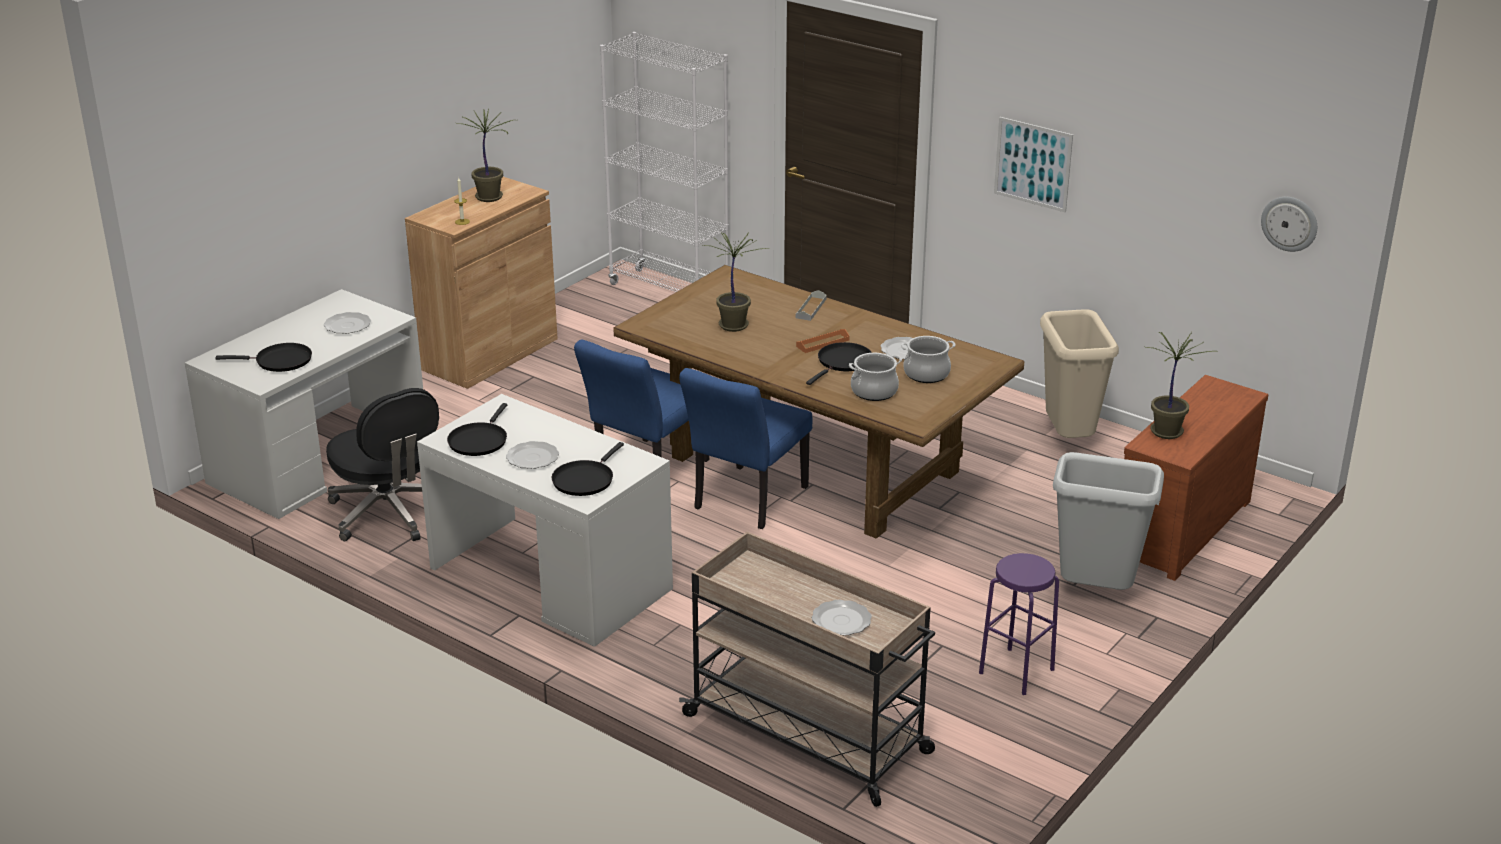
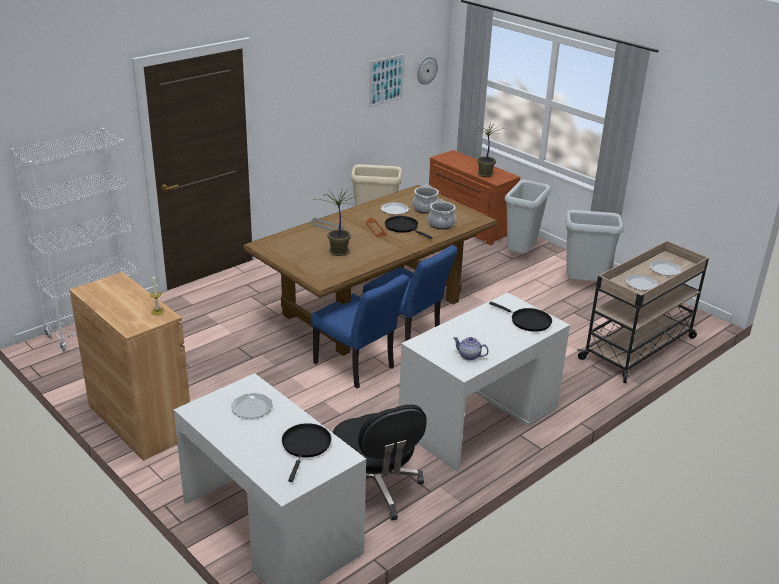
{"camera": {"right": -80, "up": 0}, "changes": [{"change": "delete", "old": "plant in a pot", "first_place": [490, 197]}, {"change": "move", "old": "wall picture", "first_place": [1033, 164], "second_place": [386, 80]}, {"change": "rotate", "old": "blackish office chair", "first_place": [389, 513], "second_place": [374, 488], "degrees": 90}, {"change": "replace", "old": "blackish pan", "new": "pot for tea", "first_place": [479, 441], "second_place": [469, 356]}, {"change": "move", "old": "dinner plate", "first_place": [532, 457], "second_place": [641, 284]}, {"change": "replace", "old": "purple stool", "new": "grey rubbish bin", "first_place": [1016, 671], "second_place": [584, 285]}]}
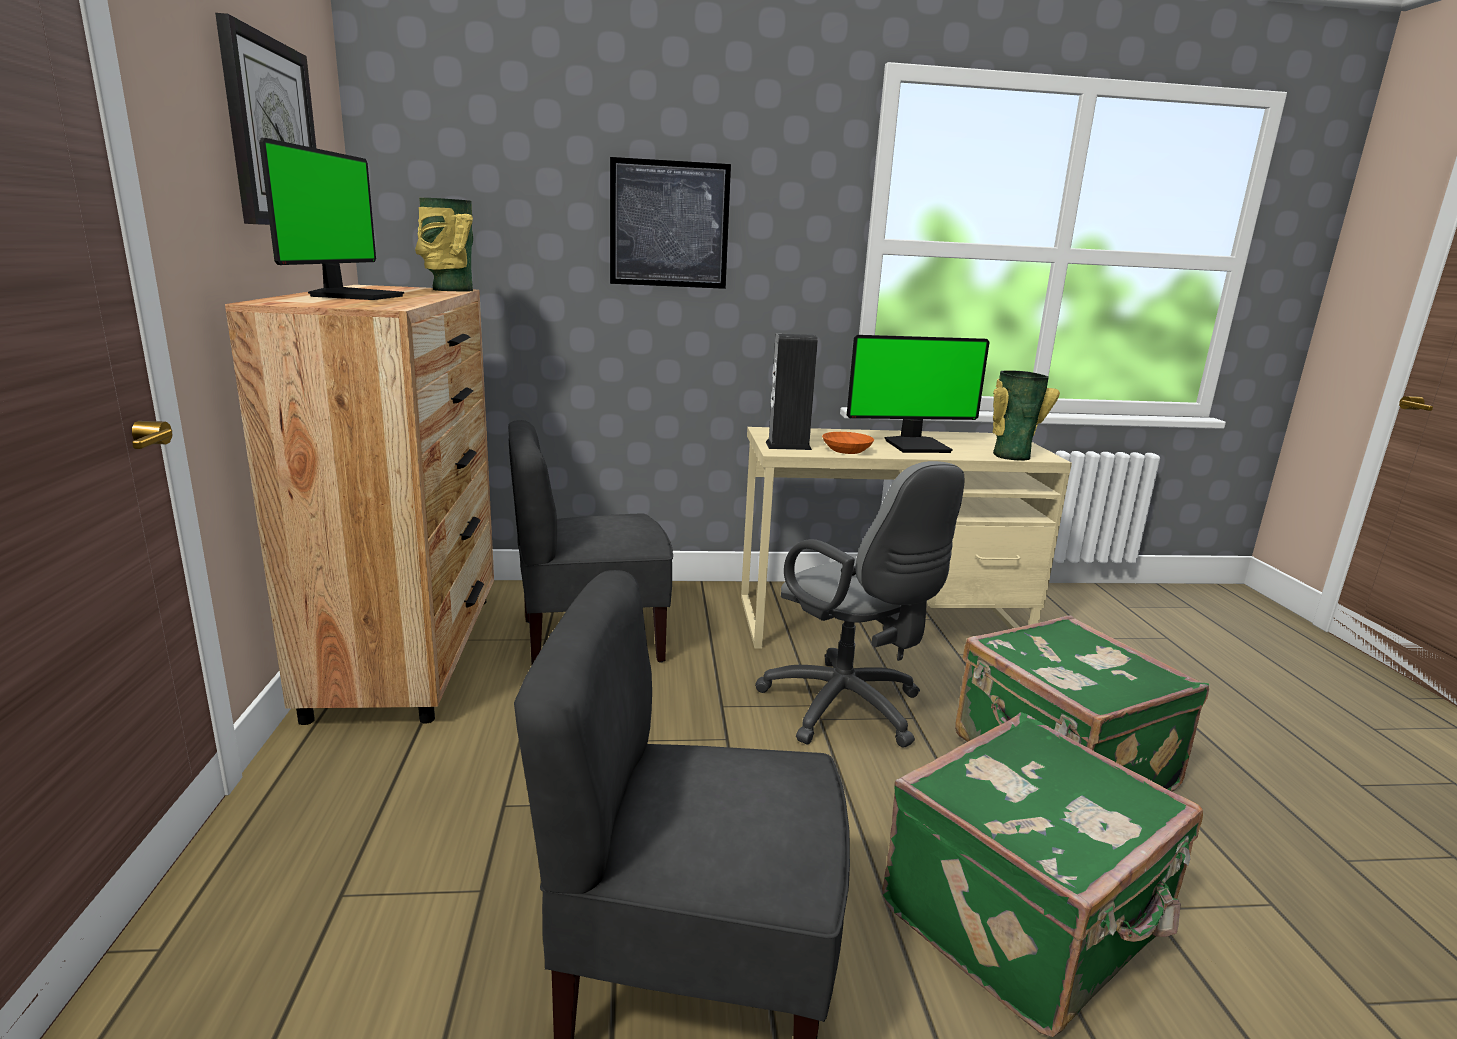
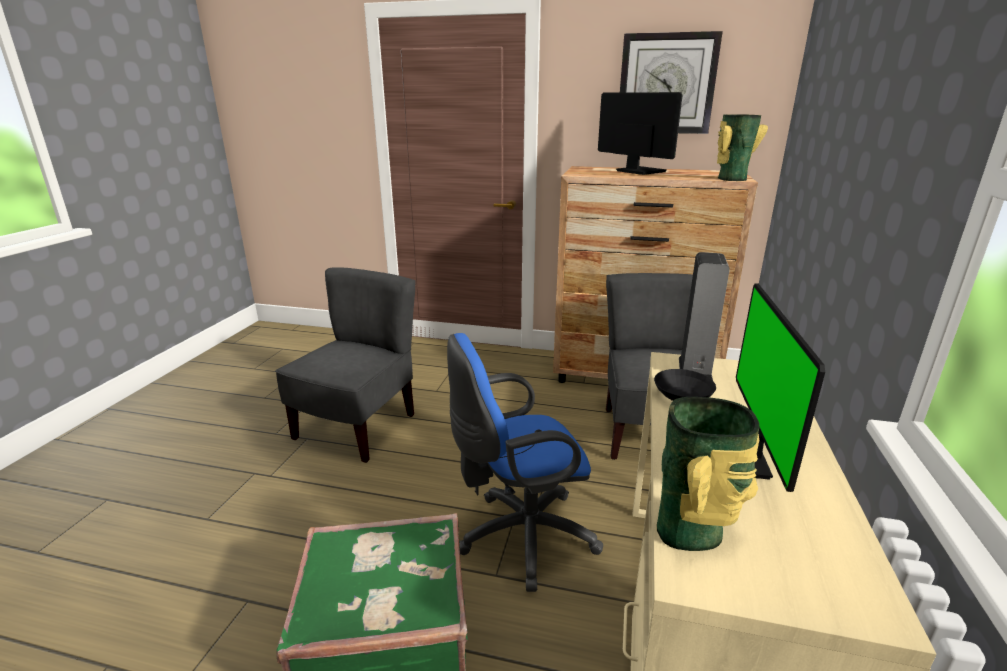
{"camera": {"right": 110, "up": 5}, "changes": [{"change": "rotate", "old": "monitor", "first_place": [354, 296], "second_place": [638, 171], "degrees": -150}, {"change": "delete", "old": "wall picture", "first_place": [669, 224]}, {"change": "recolor", "old": "orange-coloured bowl", "new": "blackish bowl", "first_place": [845, 450], "second_place": [683, 395]}, {"change": "recolor", "old": "grey office chair", "new": "blue office chair", "first_place": [848, 710], "second_place": [520, 537]}, {"change": "delete", "old": "green suitcase", "first_place": [1027, 921]}]}
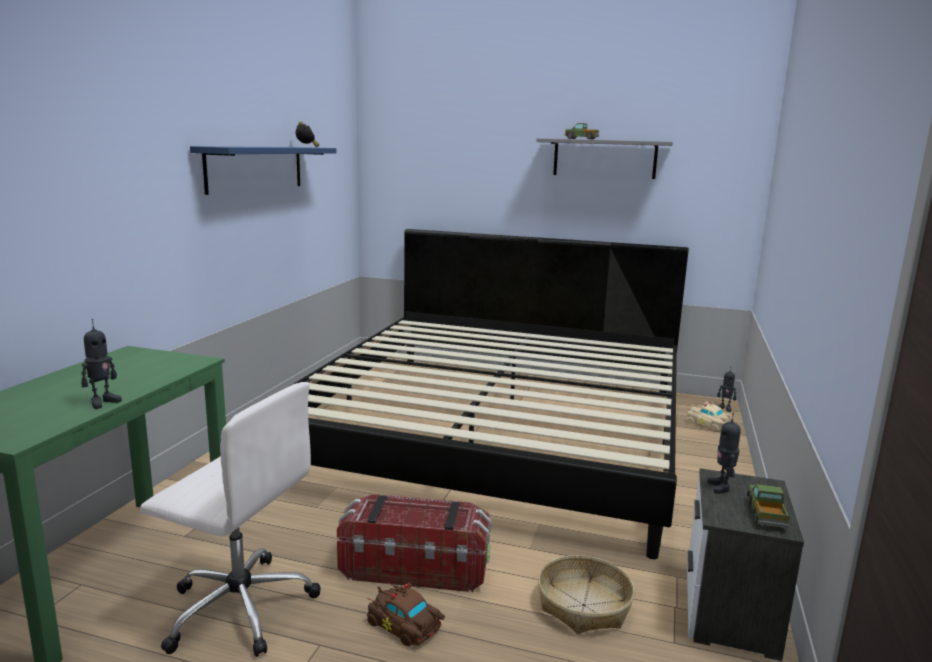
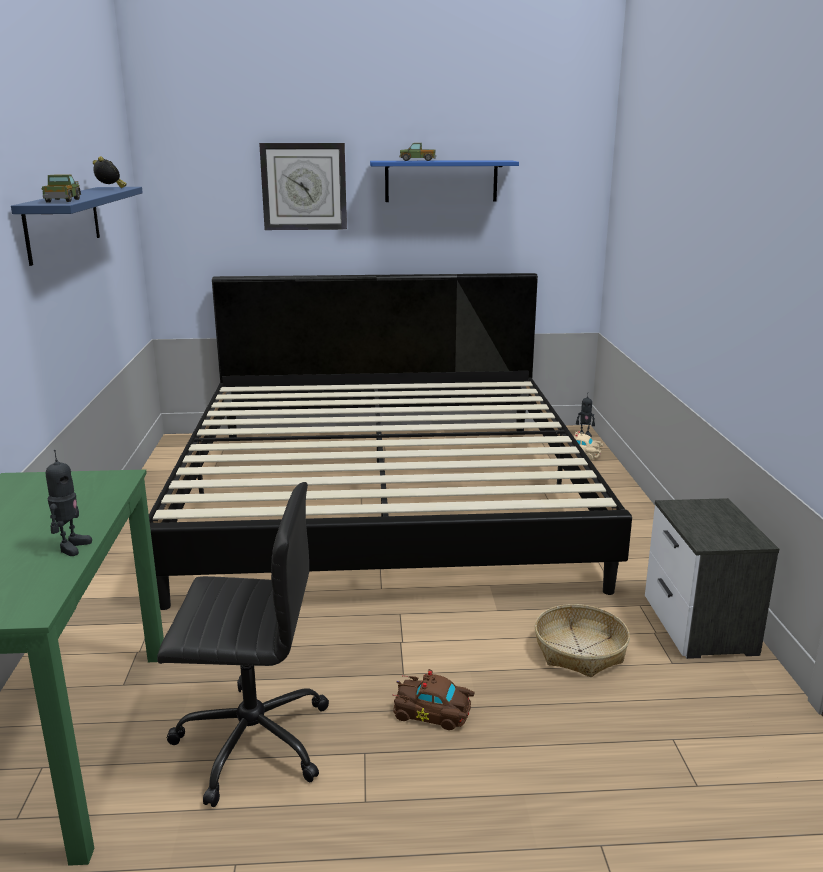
{"camera": {"right": -20, "up": 5}, "changes": [{"change": "recolor", "old": "grey bracket shelf", "new": "blue bracket shelf", "first_place": [604, 158], "second_place": [441, 181]}, {"change": "recolor", "old": "white office chair", "new": "blackish office chair", "first_place": [238, 607], "second_place": [250, 741]}, {"change": "delete", "old": "model robot", "first_place": [721, 487]}, {"change": "move", "old": "toy truck", "first_place": [766, 515], "second_place": [63, 201]}, {"change": "delete", "old": "storage bin", "first_place": [415, 567]}, {"change": "insert", "new": "clock on the wall", "second_place": [304, 186]}]}
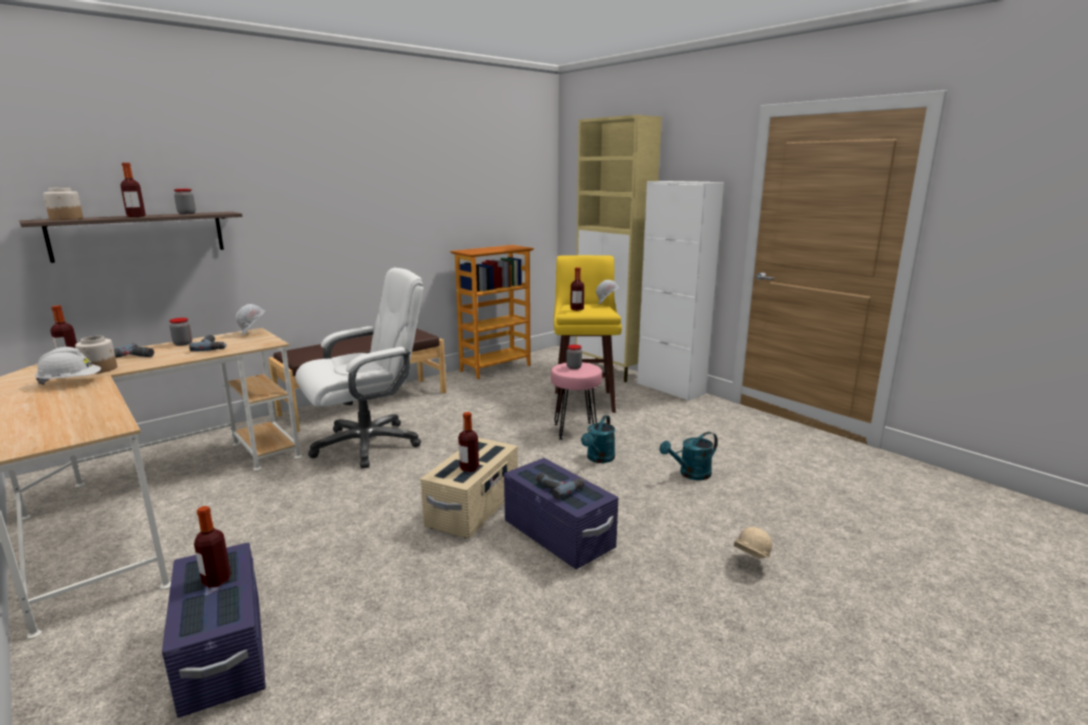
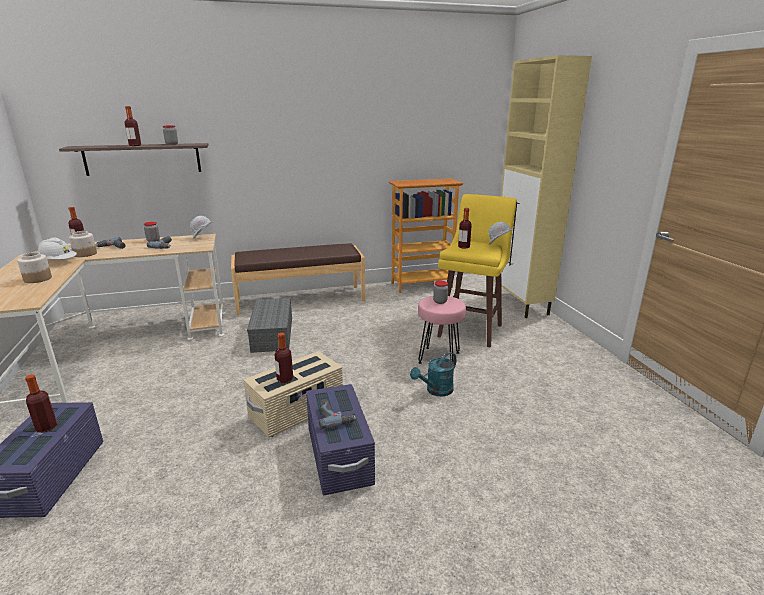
{"camera": {"right": 25, "up": 5}, "changes": [{"change": "delete", "old": "white cabinet", "first_place": [670, 388]}, {"change": "move", "old": "storage jar", "first_place": [66, 219], "second_place": [37, 279]}, {"change": "replace", "old": "white office chair", "new": "grey storage bin", "first_place": [368, 444], "second_place": [273, 334]}, {"change": "delete", "old": "turquoise-coloured watering can", "first_place": [690, 474]}, {"change": "delete", "old": "sand-coloured hard hat", "first_place": [749, 564]}]}
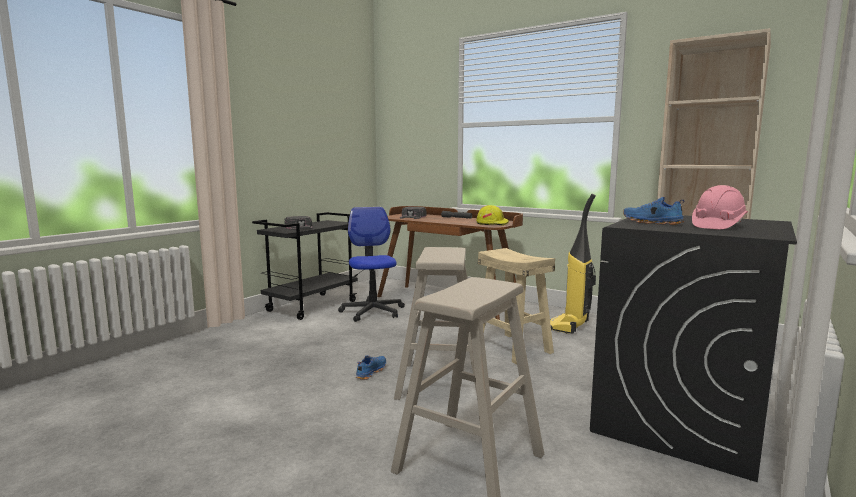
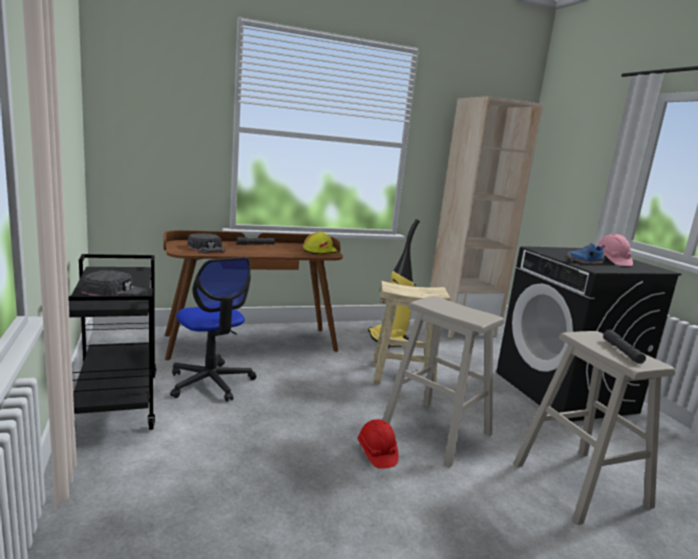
{"camera": {"right": -55, "up": 5}, "changes": [{"change": "rotate", "old": "office chair", "first_place": [372, 312], "second_place": [211, 382], "degrees": -150}, {"change": "replace", "old": "blue low shoe", "new": "red-coloured hard hat", "first_place": [370, 372], "second_place": [376, 453]}, {"change": "insert", "new": "grey torch", "second_place": [622, 351]}]}
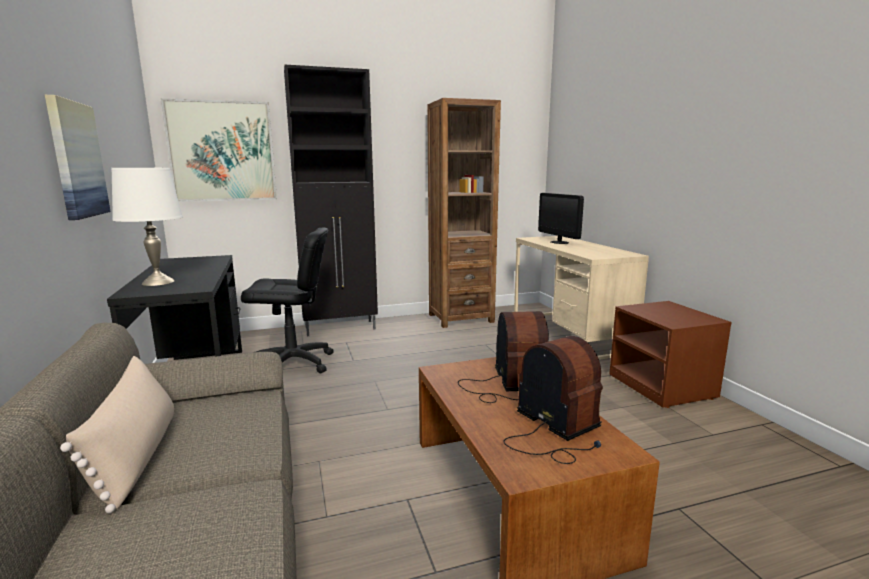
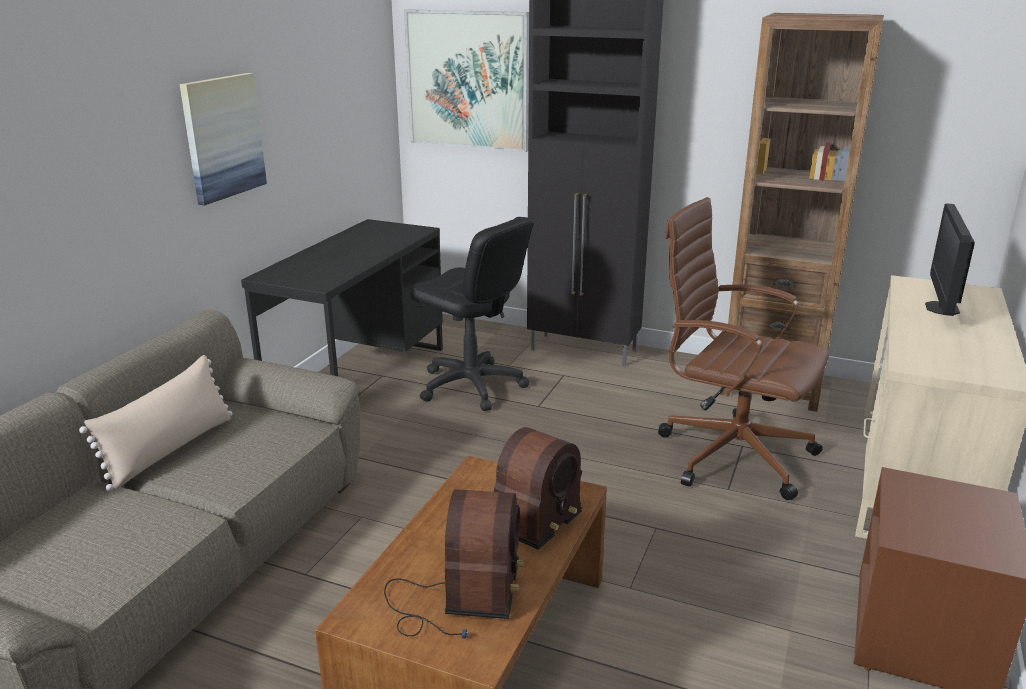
{"camera": {"right": 40, "up": 10}, "changes": [{"change": "delete", "old": "white tabletop lamp", "first_place": [157, 282]}, {"change": "insert", "new": "brown office chair", "second_place": [730, 454]}]}
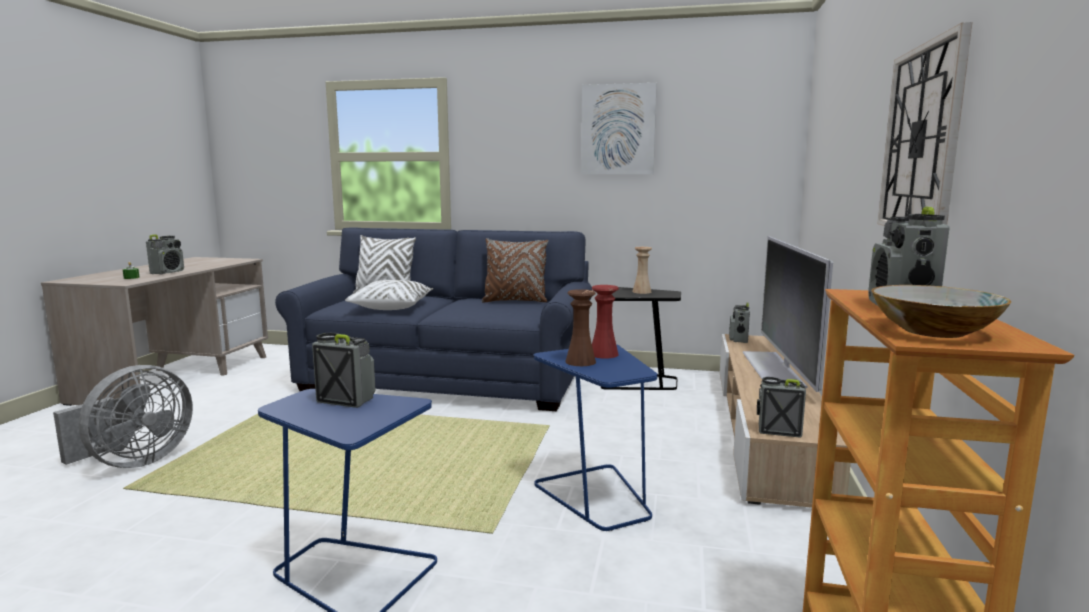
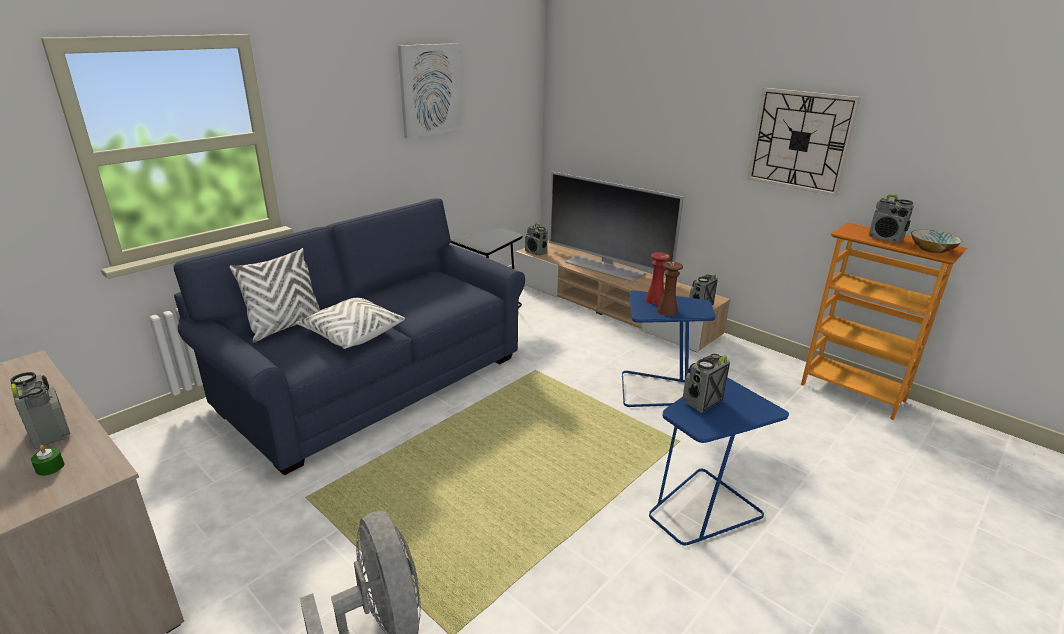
{"camera": {"right": -60, "up": 15}, "changes": [{"change": "delete", "old": "brown pillow", "first_place": [515, 301]}, {"change": "delete", "old": "sand-coloured decorative vase", "first_place": [641, 292]}]}
